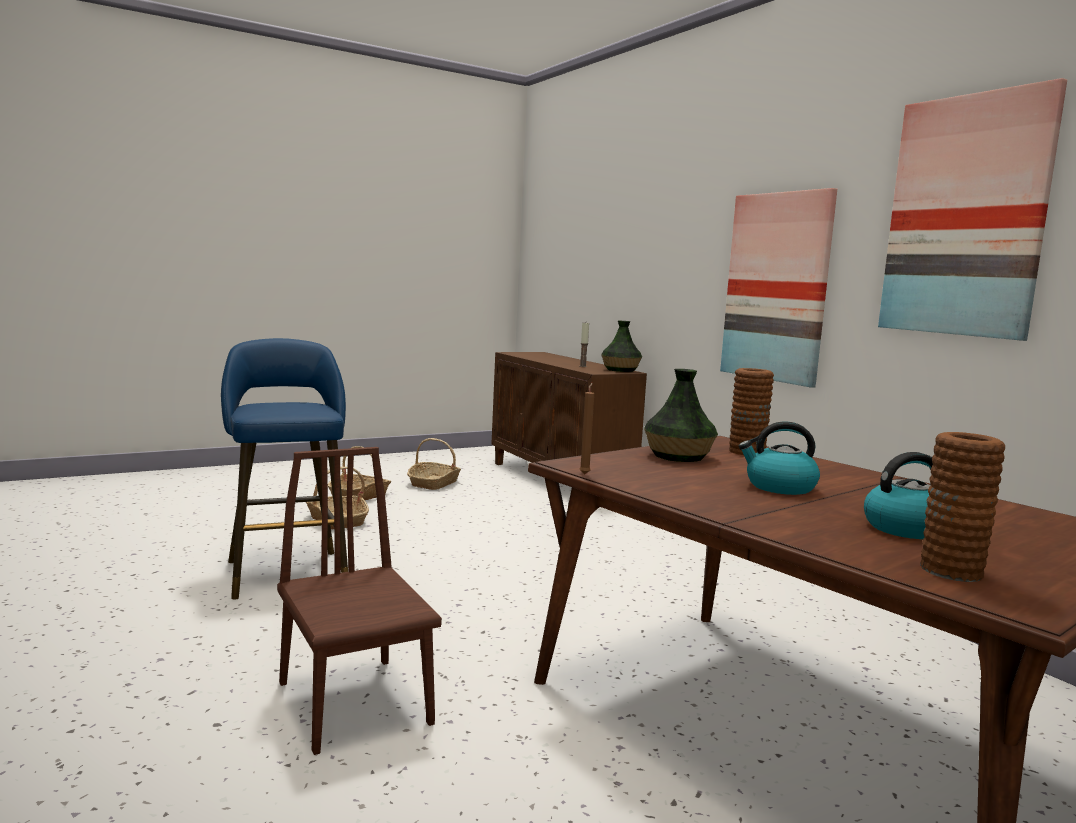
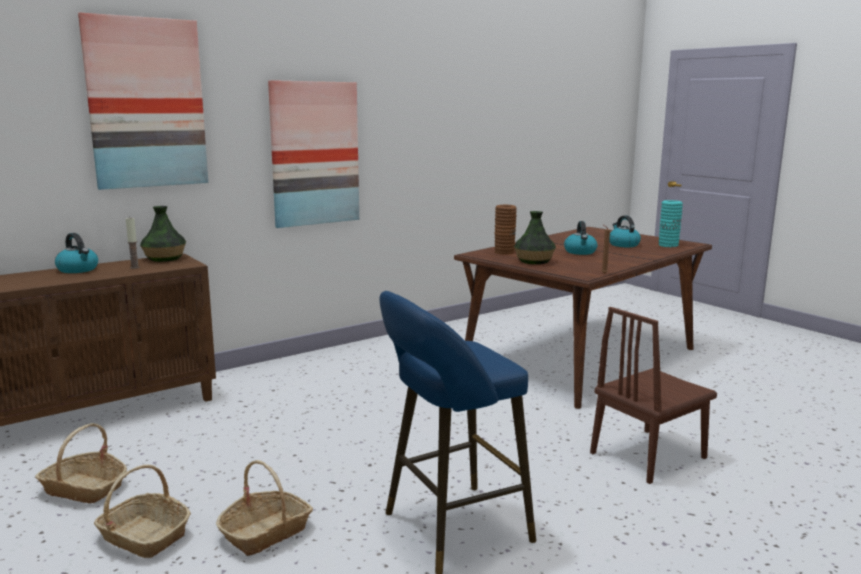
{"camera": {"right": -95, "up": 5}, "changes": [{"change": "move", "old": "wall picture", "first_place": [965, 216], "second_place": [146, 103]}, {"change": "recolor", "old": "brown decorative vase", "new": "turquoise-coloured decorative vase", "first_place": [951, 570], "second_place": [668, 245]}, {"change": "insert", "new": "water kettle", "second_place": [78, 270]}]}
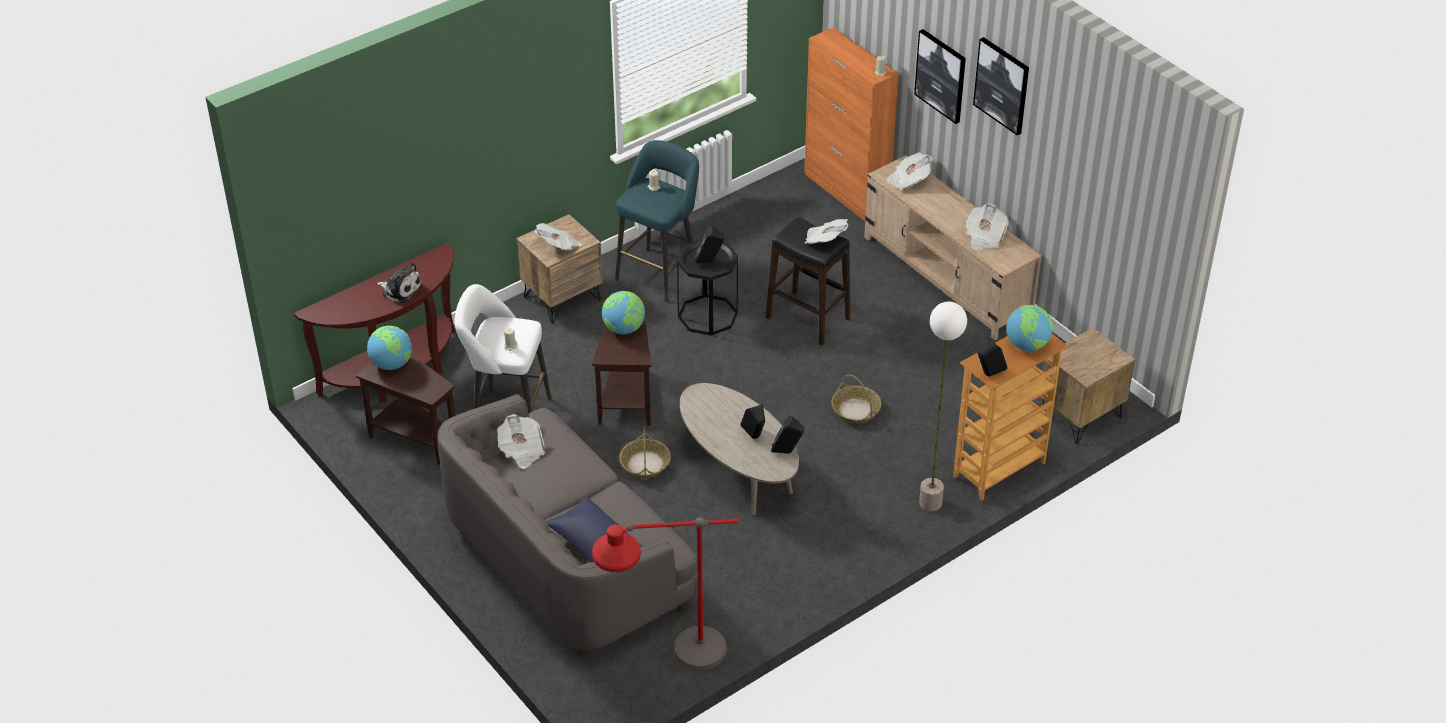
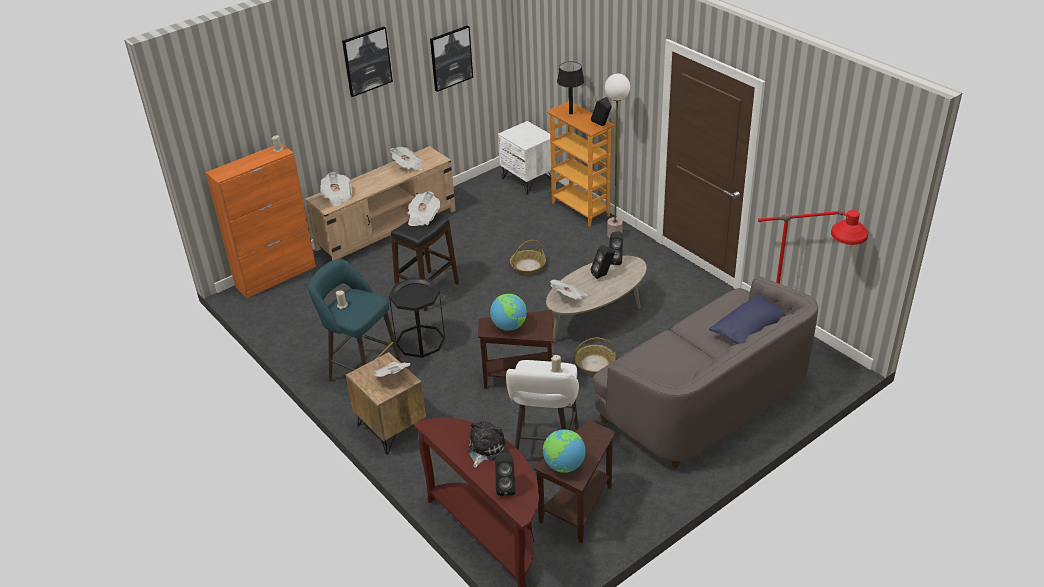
{"camera": {"right": -90, "up": -5}, "changes": [{"change": "move", "old": "wall picture", "first_place": [941, 75], "second_place": [451, 58]}, {"change": "move", "old": "blackish audio speaker", "first_place": [709, 262], "second_place": [506, 487]}, {"change": "replace", "old": "globe", "new": "blackish tabletop lamp", "first_place": [1027, 345], "second_place": [571, 113]}, {"change": "recolor", "old": "brown bedside table", "new": "white bedside table", "first_place": [1080, 416], "second_place": [528, 180]}, {"change": "move", "old": "newspaper", "first_place": [522, 451], "second_place": [568, 297]}]}
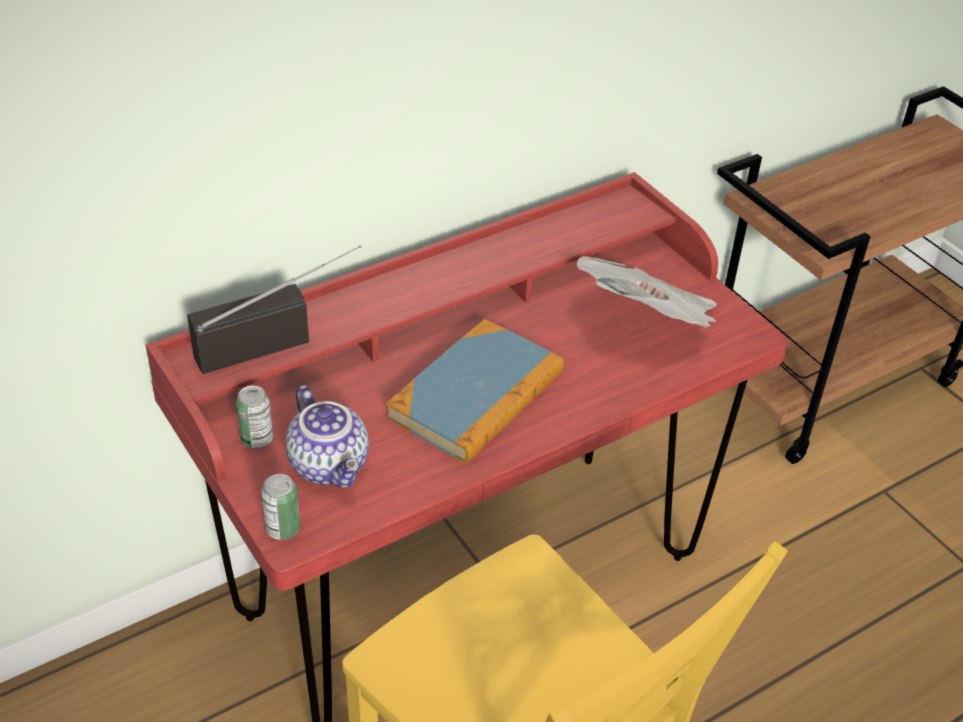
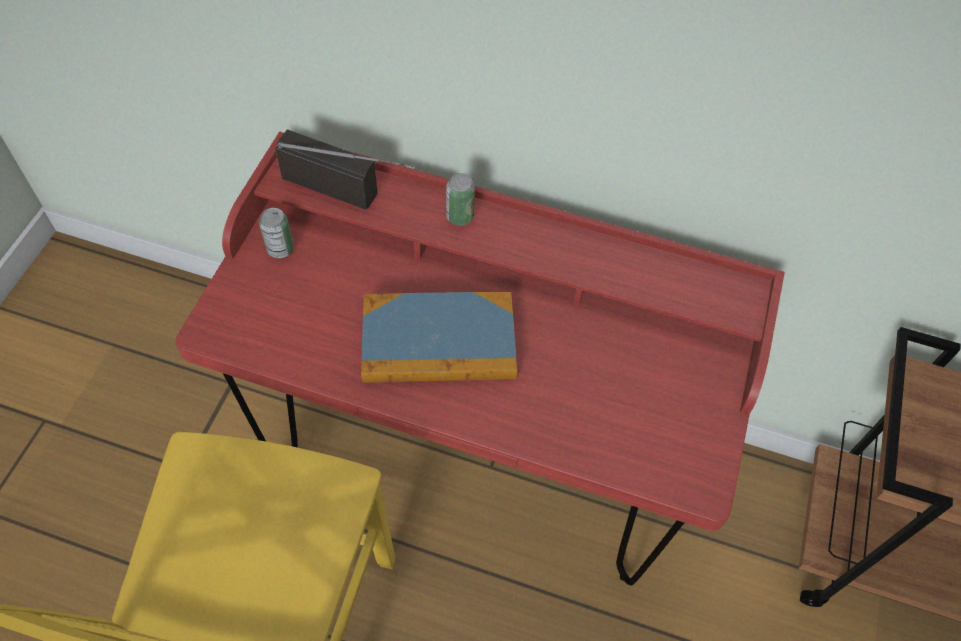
{"camera": {"right": 50, "up": 15}, "changes": [{"change": "delete", "old": "newspaper", "first_place": [648, 322]}, {"change": "delete", "old": "pot for tea", "first_place": [331, 465]}, {"change": "move", "old": "sealed can", "first_place": [283, 529], "second_place": [460, 216]}]}
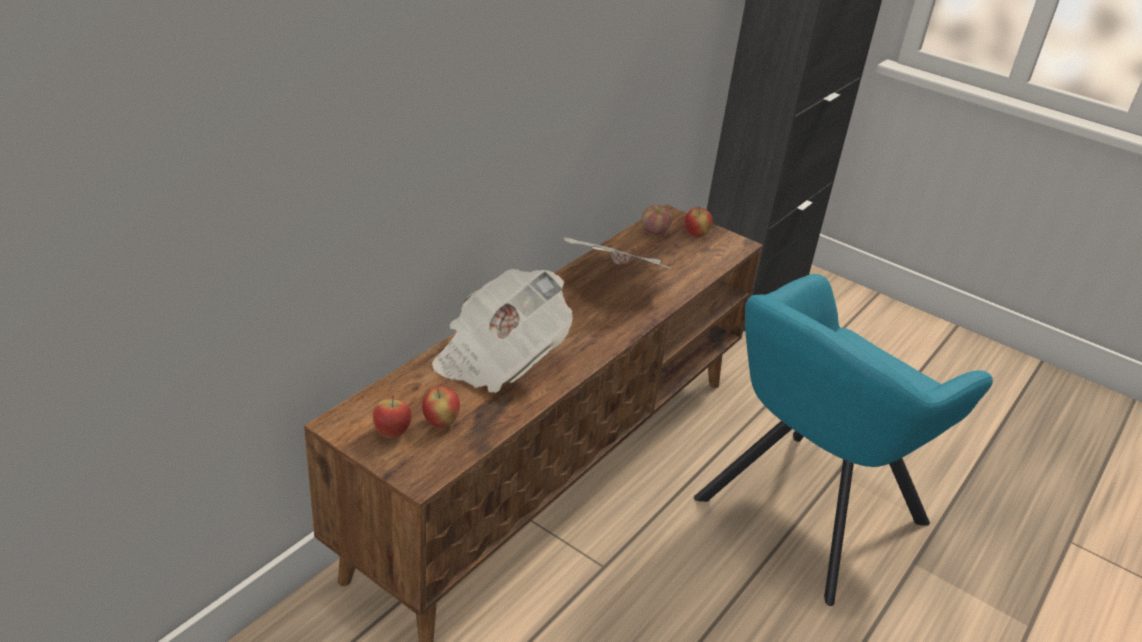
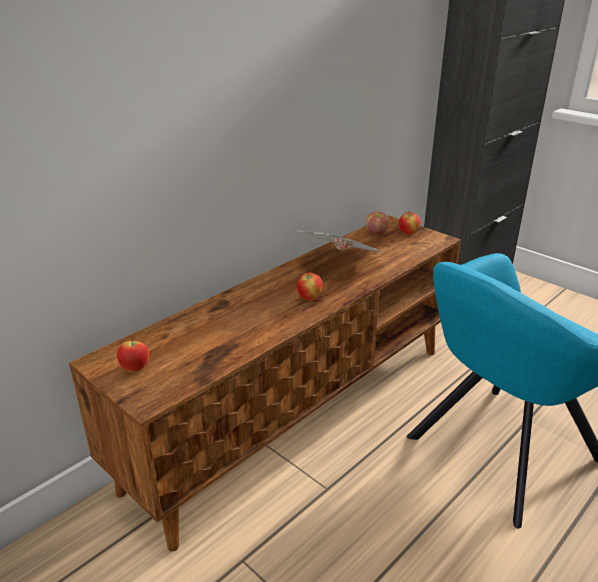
{"camera": {"right": 10, "up": -5}, "changes": [{"change": "delete", "old": "newspaper", "first_place": [499, 358]}, {"change": "move", "old": "whole apple", "first_place": [441, 422], "second_place": [309, 298]}]}
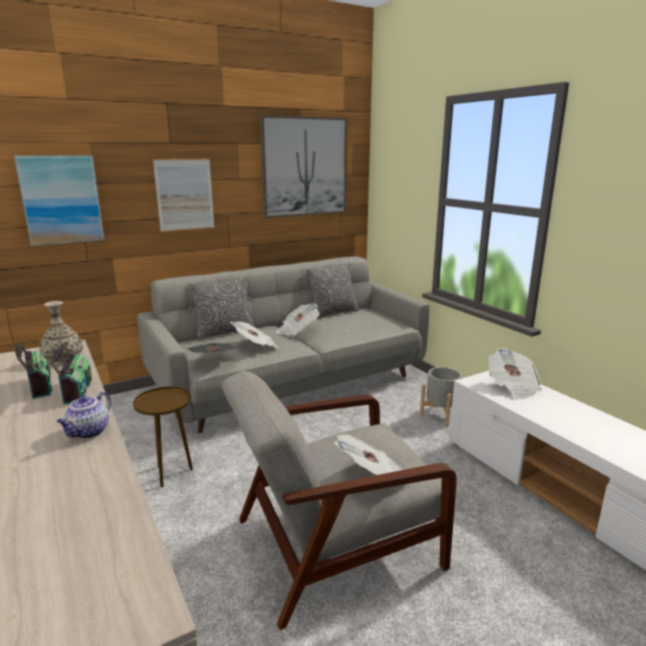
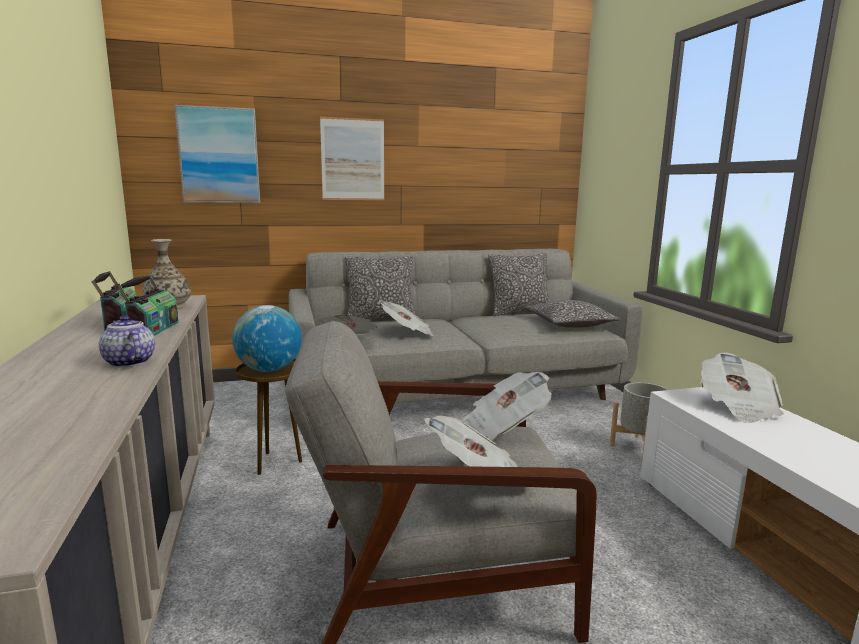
{"camera": {"right": 15, "up": -5}, "changes": [{"change": "delete", "old": "wall picture", "first_place": [304, 167]}, {"change": "move", "old": "newspaper", "first_place": [297, 331], "second_place": [502, 426]}, {"change": "rotate", "old": "pot for tea", "first_place": [88, 432], "second_place": [128, 362], "degrees": 105}, {"change": "insert", "new": "pillow", "second_place": [570, 324]}, {"change": "insert", "new": "globe", "second_place": [269, 370]}]}
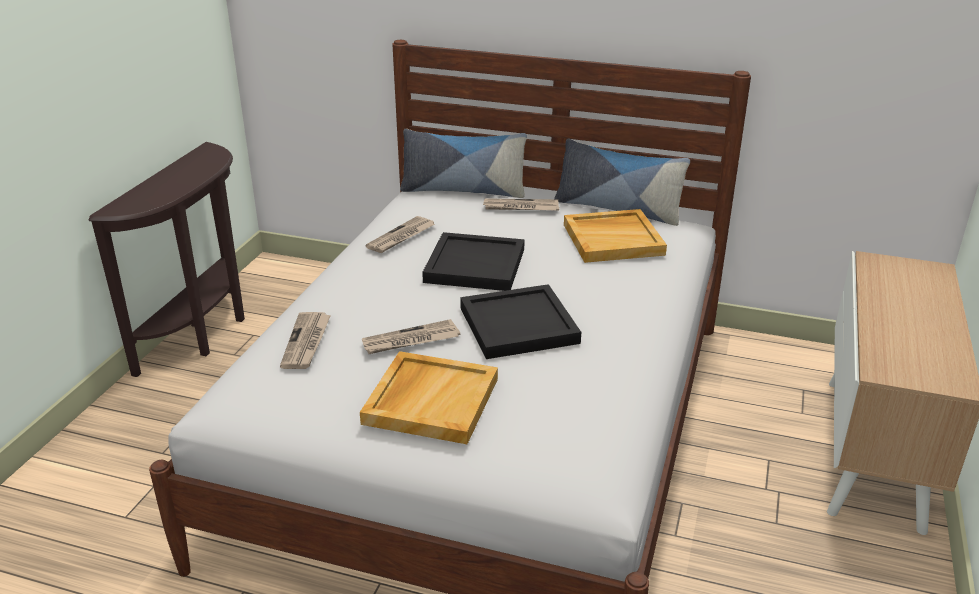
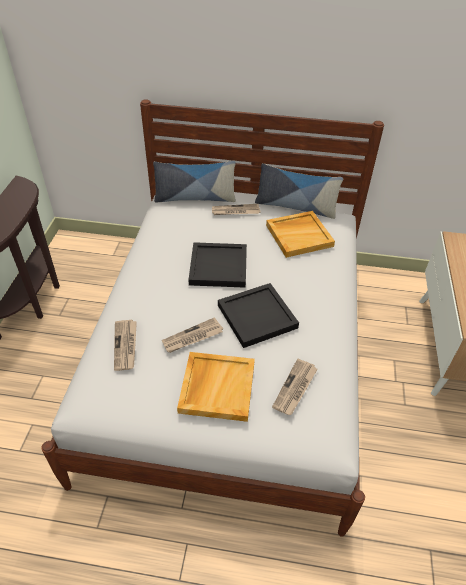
{"camera": {"right": -10, "up": 15}, "changes": [{"change": "move", "old": "newspaper", "first_place": [401, 237], "second_place": [295, 388]}]}
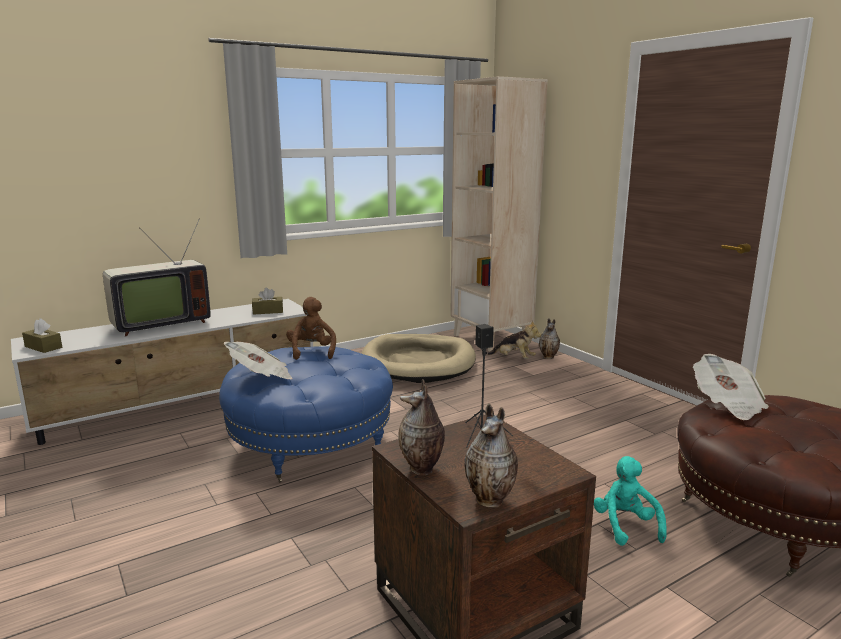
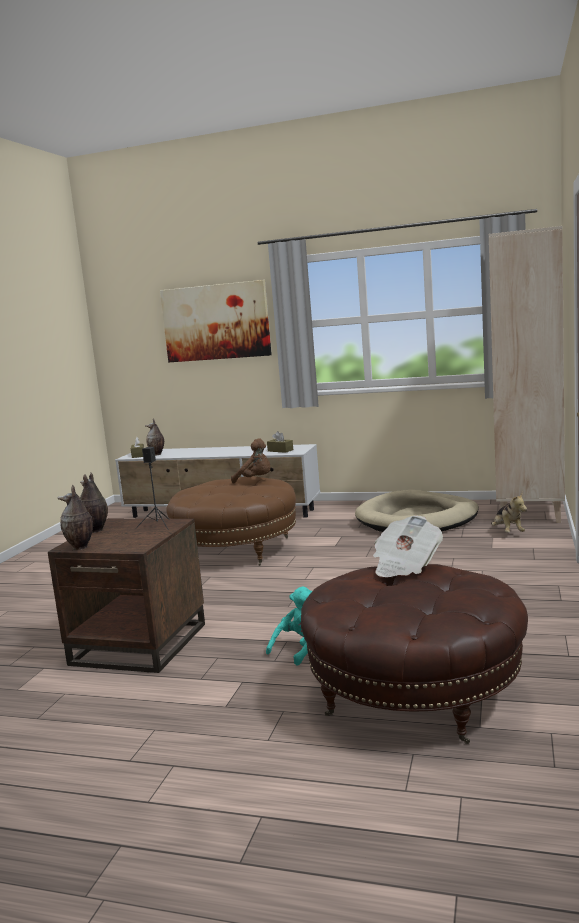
{"camera": {"right": 50, "up": -5}, "changes": [{"change": "delete", "old": "television", "first_place": [159, 324]}, {"change": "rotate", "old": "brown plush toy", "first_place": [312, 352], "second_place": [255, 480], "degrees": 75}, {"change": "move", "old": "decorative vase", "first_place": [549, 357], "second_place": [157, 454]}, {"change": "delete", "old": "newspaper", "first_place": [261, 376]}, {"change": "recolor", "old": "blue pouffe", "new": "brown pouffe", "first_place": [311, 445], "second_place": [237, 550]}, {"change": "insert", "new": "wall picture", "second_place": [216, 322]}]}
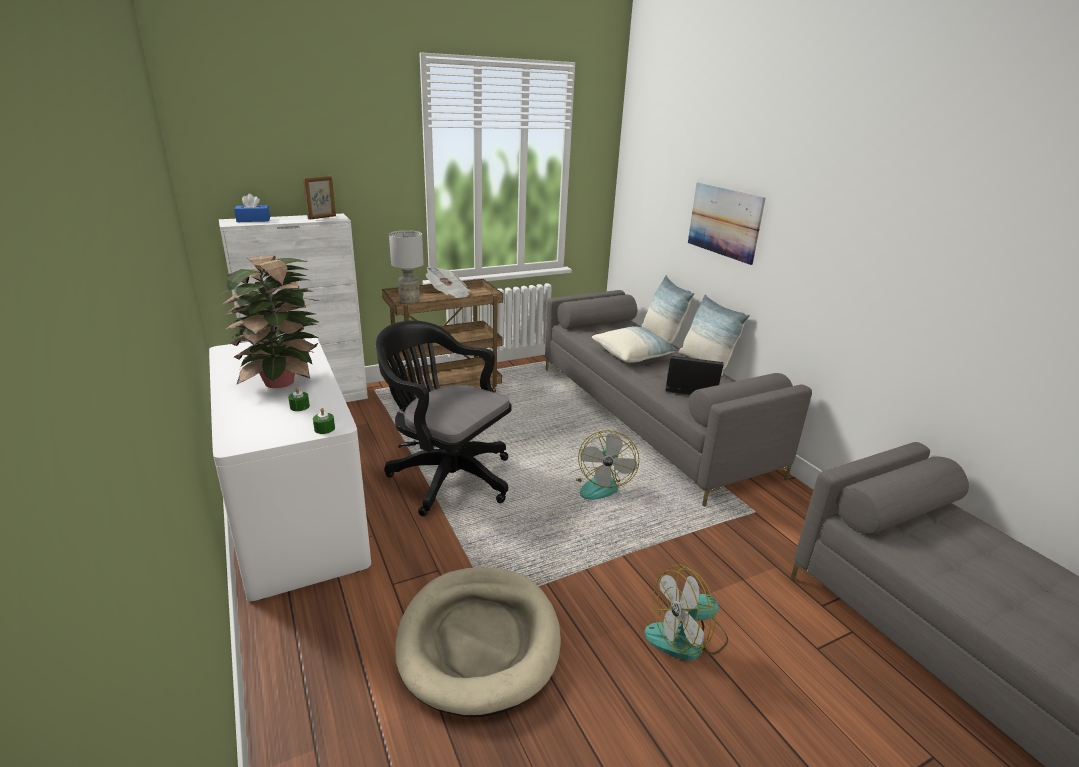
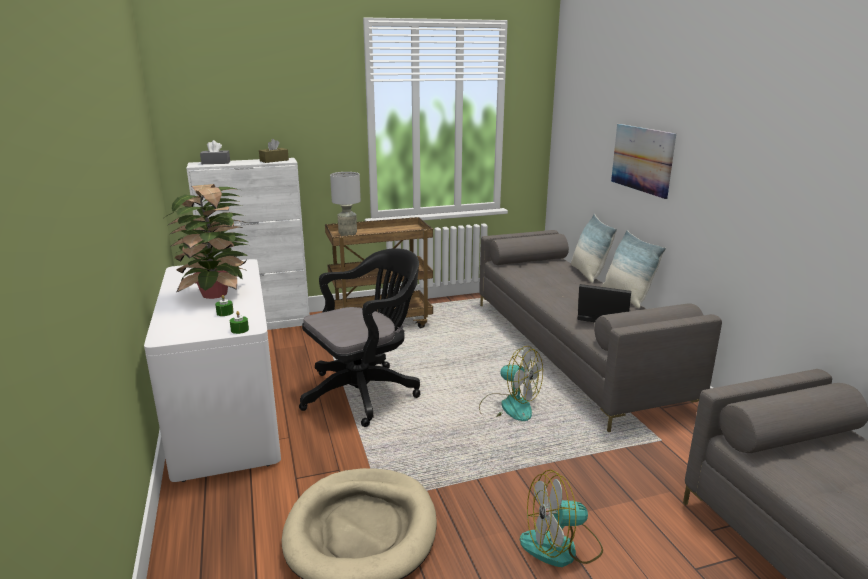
{"camera": {"right": 10, "up": -5}, "changes": [{"change": "replace", "old": "standing frame", "new": "brown tissue box", "first_place": [322, 217], "second_place": [274, 160]}, {"change": "recolor", "old": "blue tissue box", "new": "grey tissue box", "first_place": [253, 220], "second_place": [216, 163]}, {"change": "delete", "old": "newspaper", "first_place": [449, 295]}, {"change": "rotate", "old": "blackish office chair", "first_place": [446, 476], "second_place": [365, 392], "degrees": 105}, {"change": "delete", "old": "pillow", "first_place": [633, 355]}, {"change": "rotate", "old": "fan", "first_place": [600, 484], "second_place": [508, 407], "degrees": -75}]}
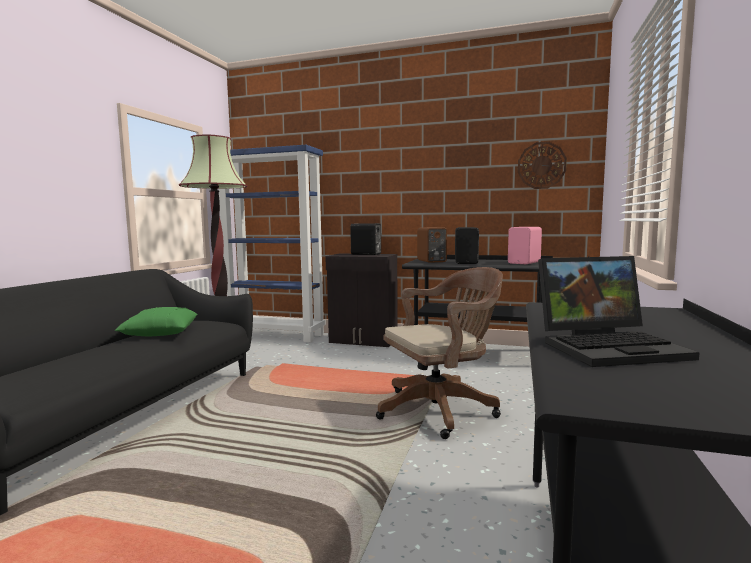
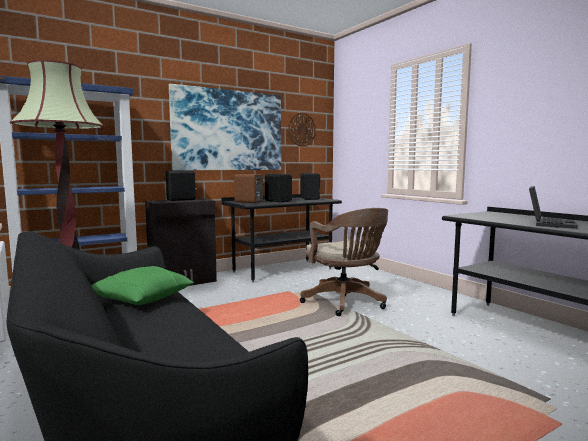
{"camera": {"right": -50, "up": 0}, "changes": [{"change": "recolor", "old": "pinkish audio speaker", "new": "blackish audio speaker", "first_place": [525, 263], "second_place": [310, 199]}, {"change": "rotate", "old": "brown office chair", "first_place": [441, 409], "second_place": [346, 303], "degrees": 135}, {"change": "insert", "new": "wall picture", "second_place": [228, 130]}]}
